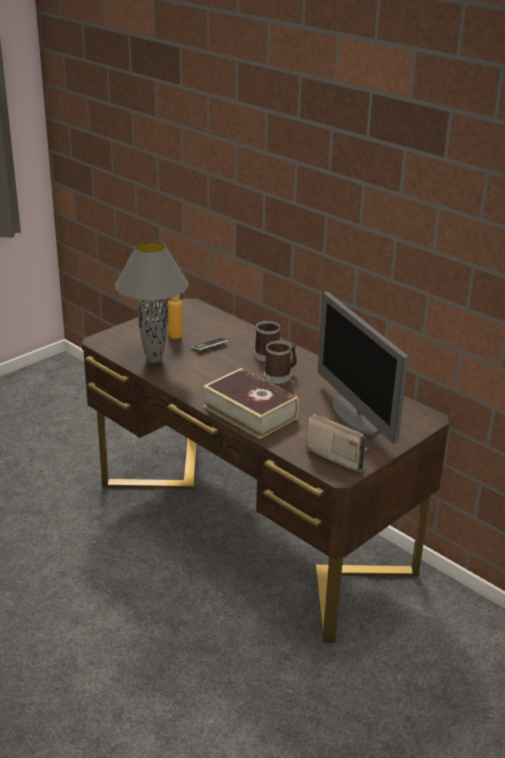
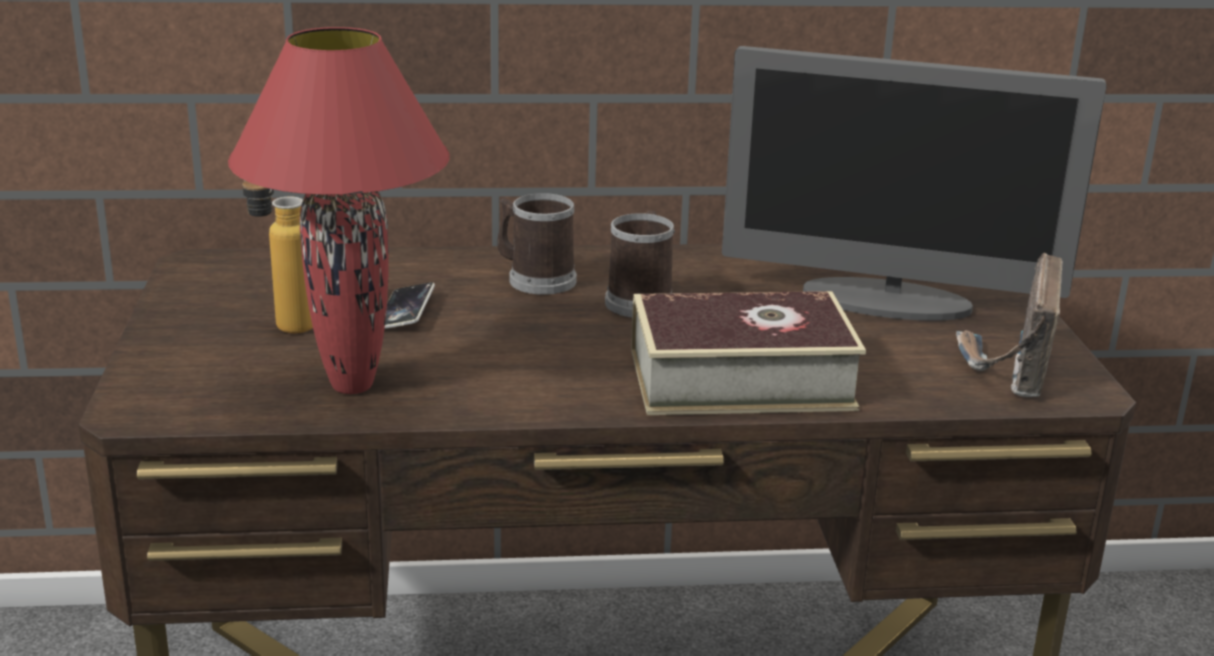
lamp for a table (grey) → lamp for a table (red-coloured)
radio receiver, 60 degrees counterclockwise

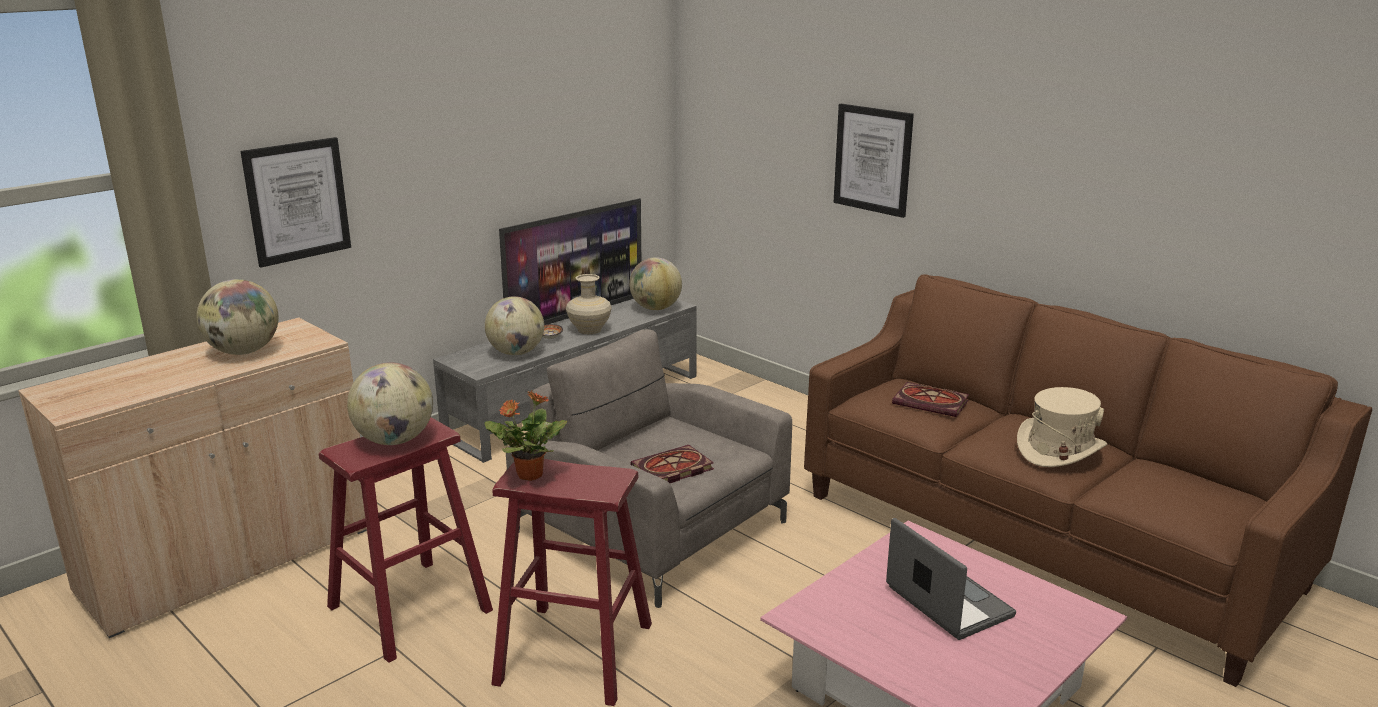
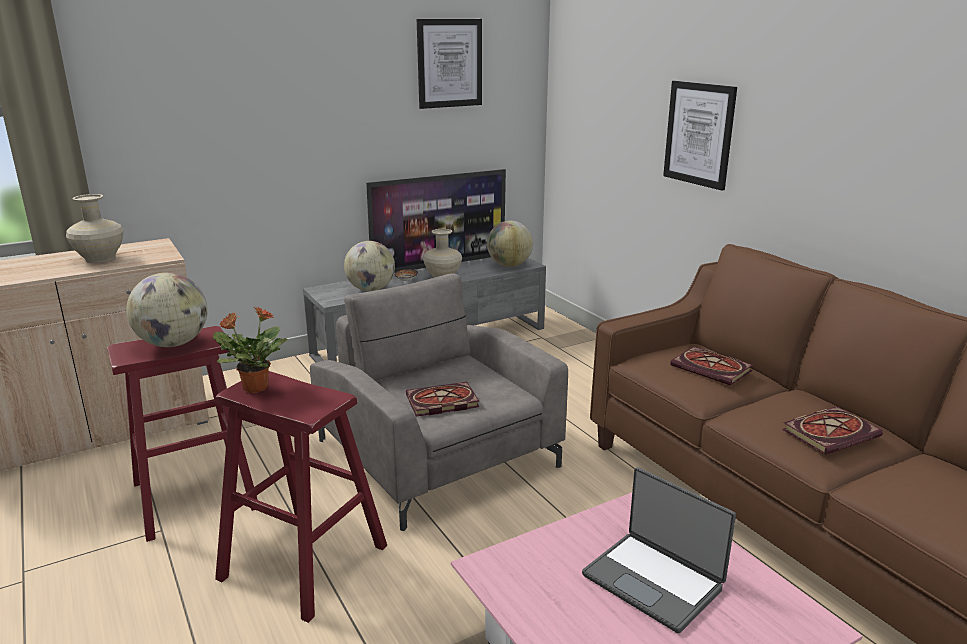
globe (1st from left) → vase (beige-coloured) (1st from left)
wall picture (1st from left), moved
laptop, 150 degrees clockwise
wearable hat (beige-coloured) → volume (3rd from left)

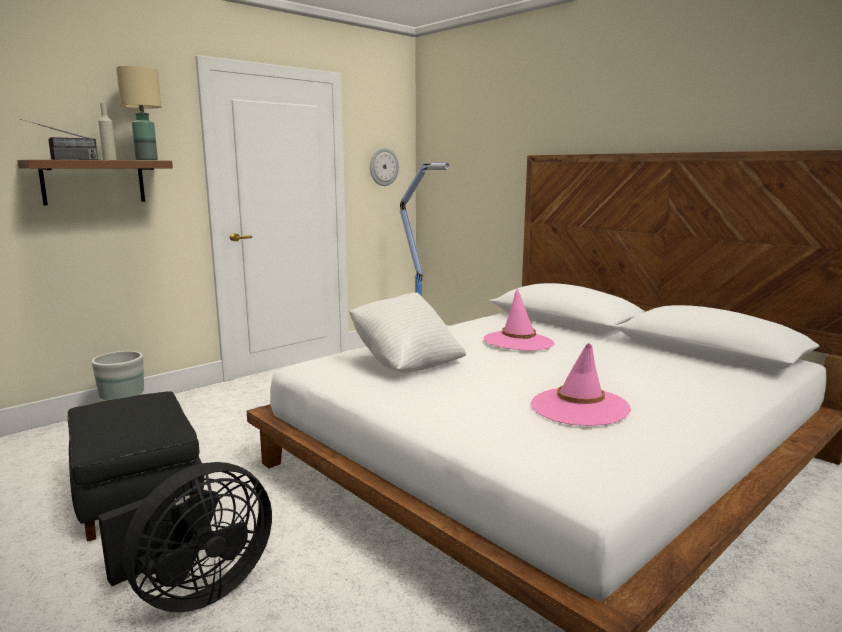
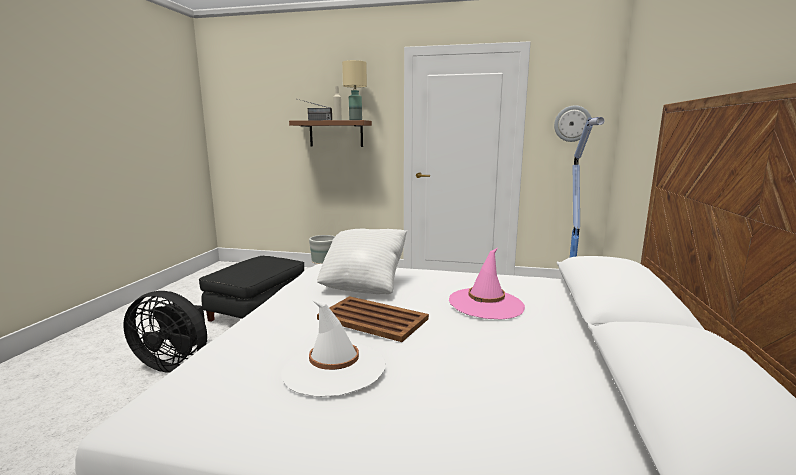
wearable hat (pink) (2nd from left) → wearable hat (white-coloured)
- → tray (brownish)

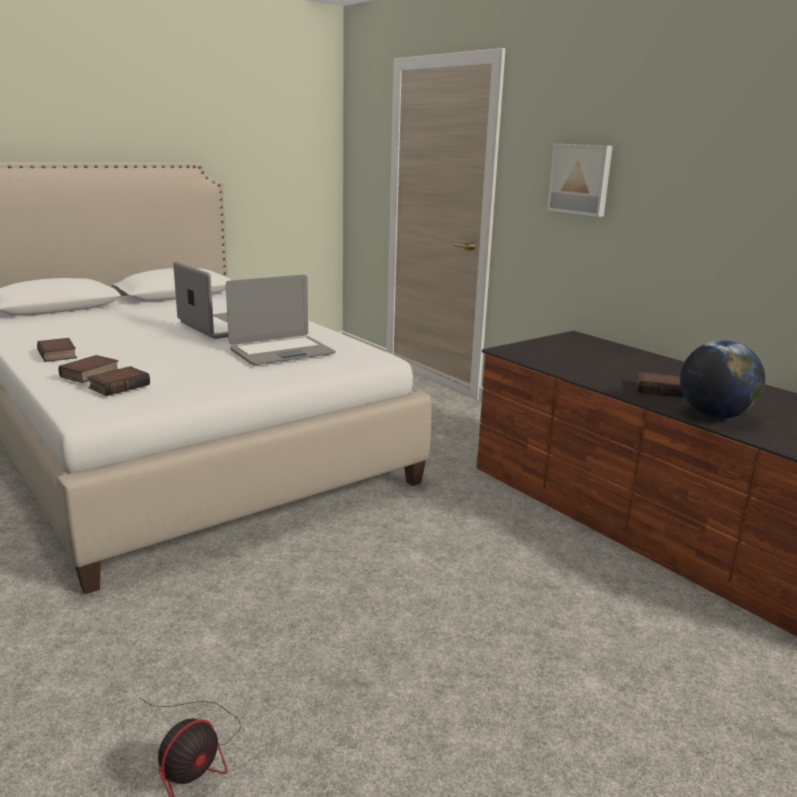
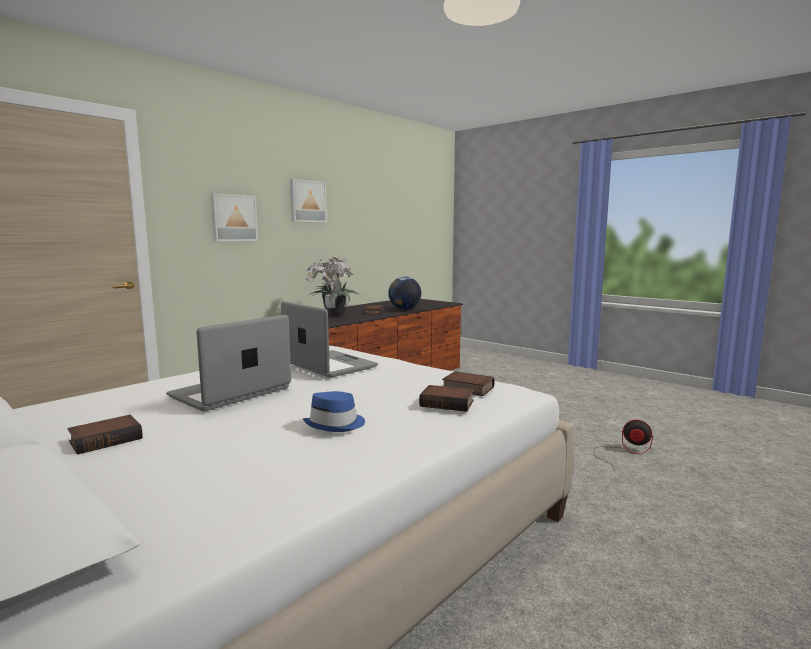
volume (1st from left), moved
- → wall picture (2nd from left)
- → wearable hat (blue)
- → potted plant

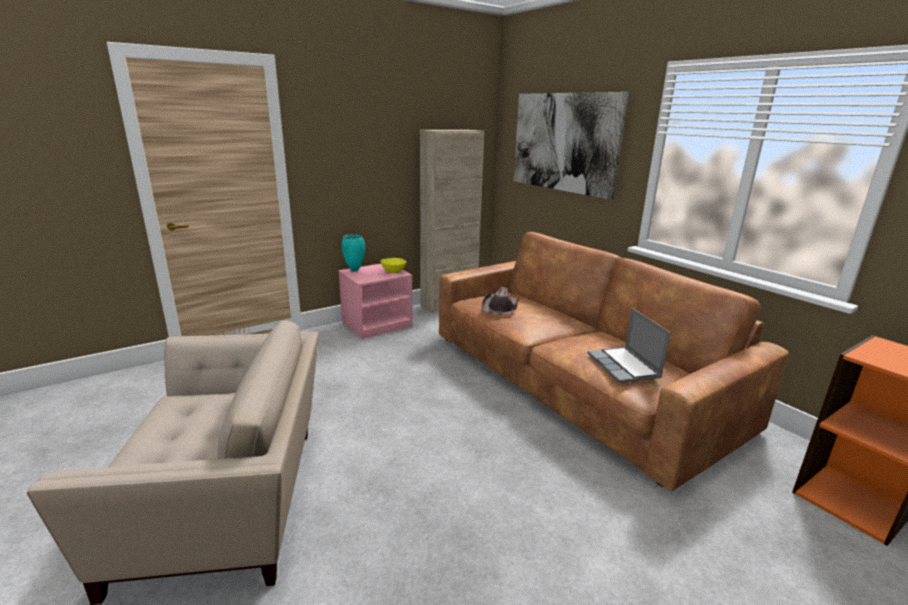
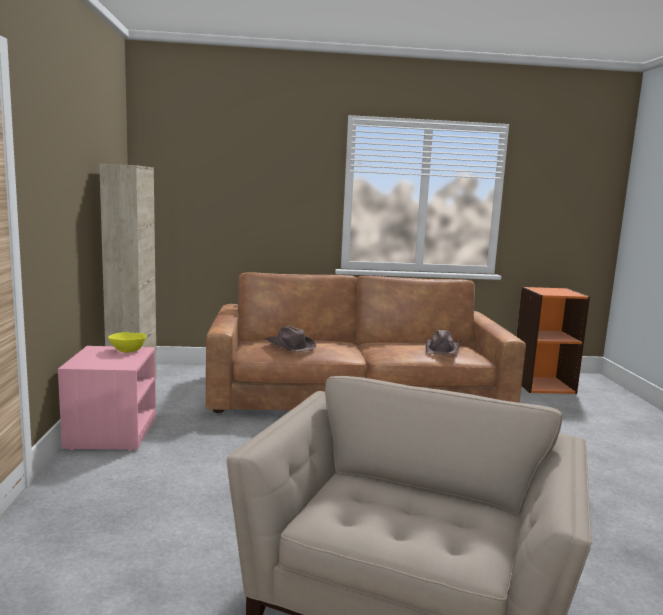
vase (turquoise) → -
wall picture → -
laptop → wearable hat (brownish) (2nd from left)

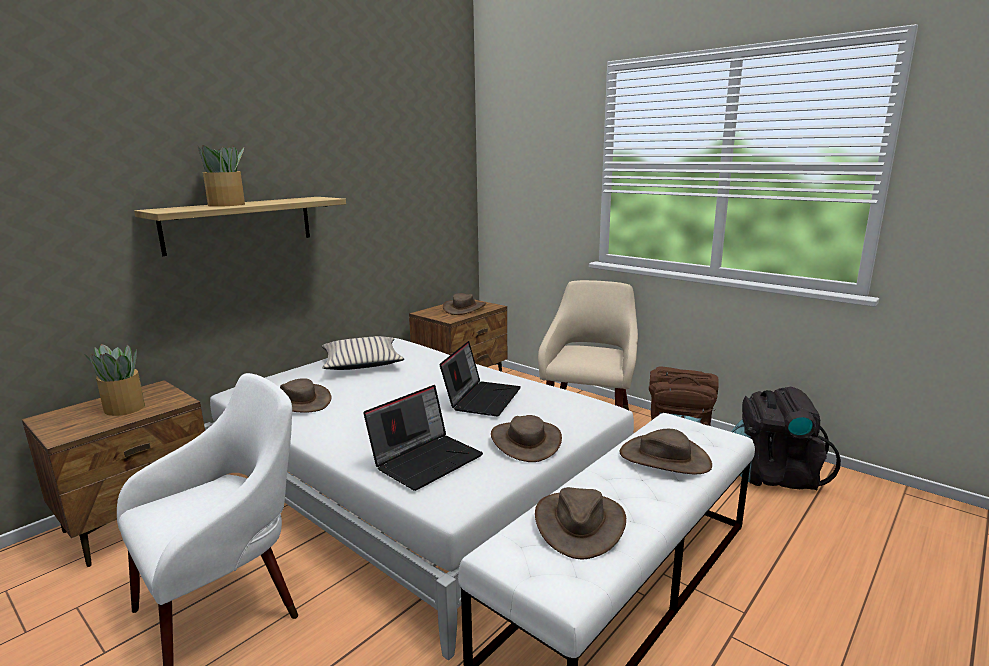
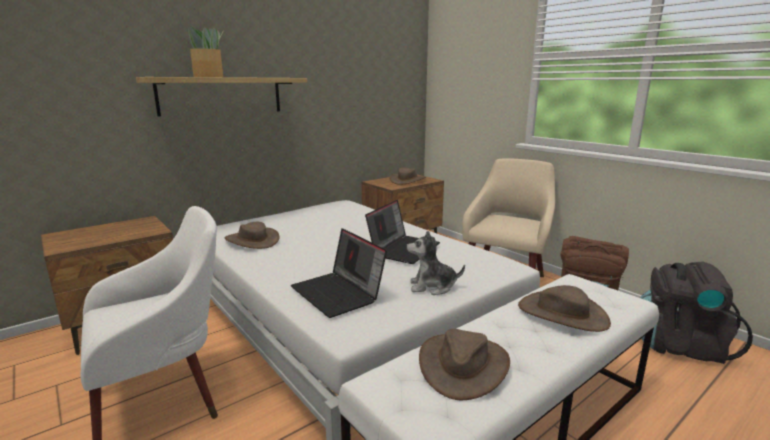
potted plant (1st from left) → -
throw pillow (beige-coloured) → -
laptop (1st from left), 90 degrees clockwise
wearable hat (brownish) (3rd from left) → soft toy

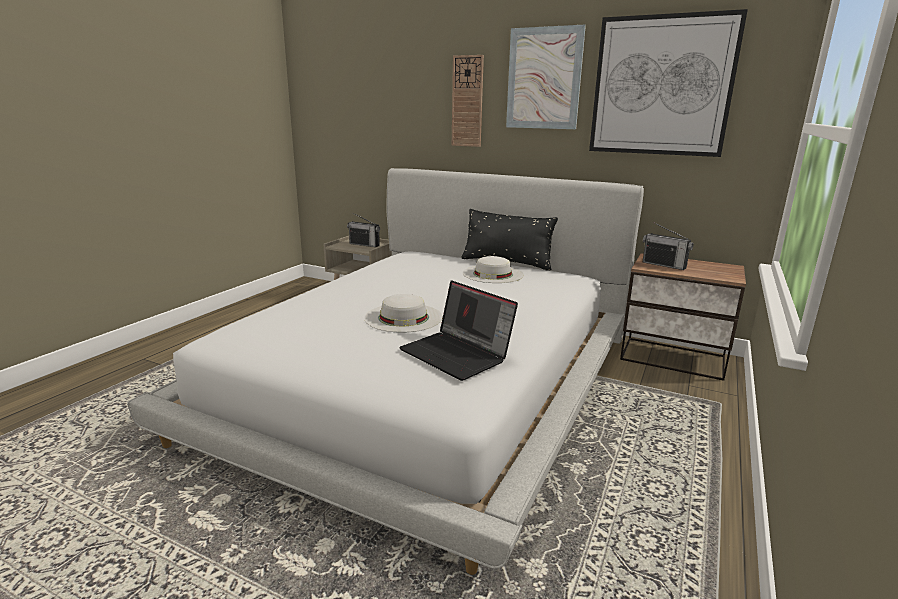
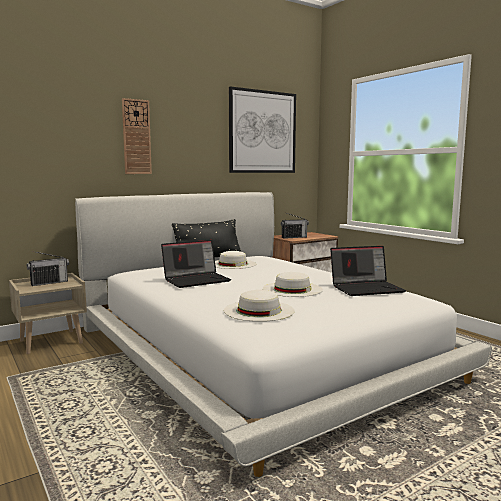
wall picture (1st from left) → -
- → laptop (1st from left)
- → wearable hat (white-coloured) (2nd from left)

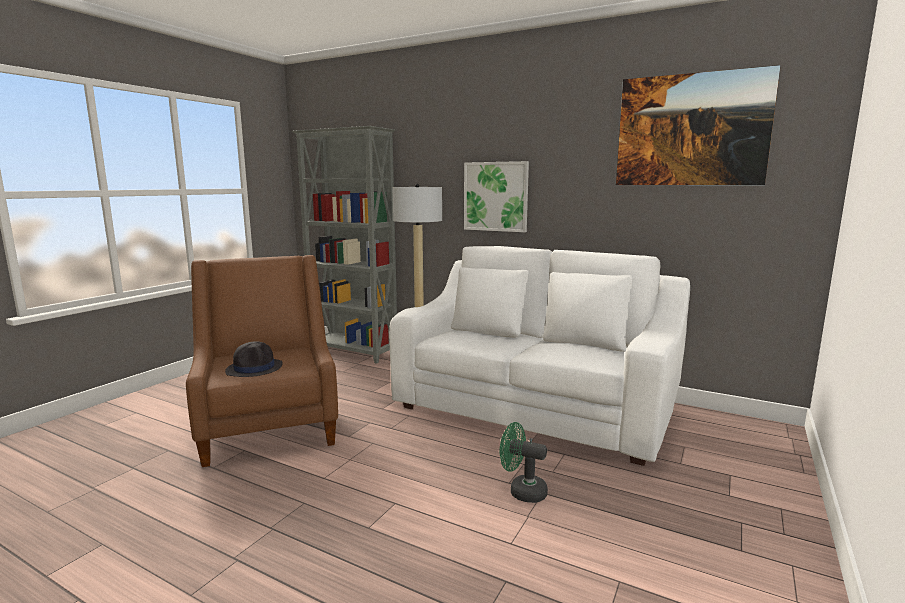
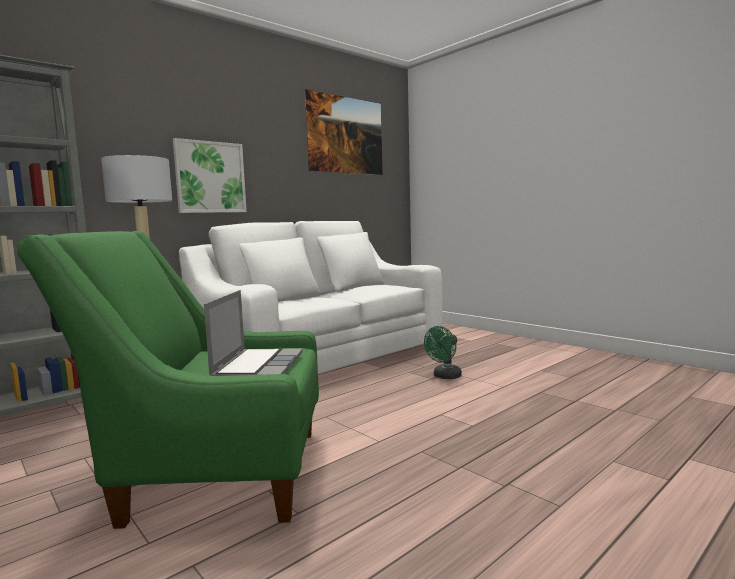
easy chair (brownish) → easy chair (green-coloured)
wearable hat (black) → laptop

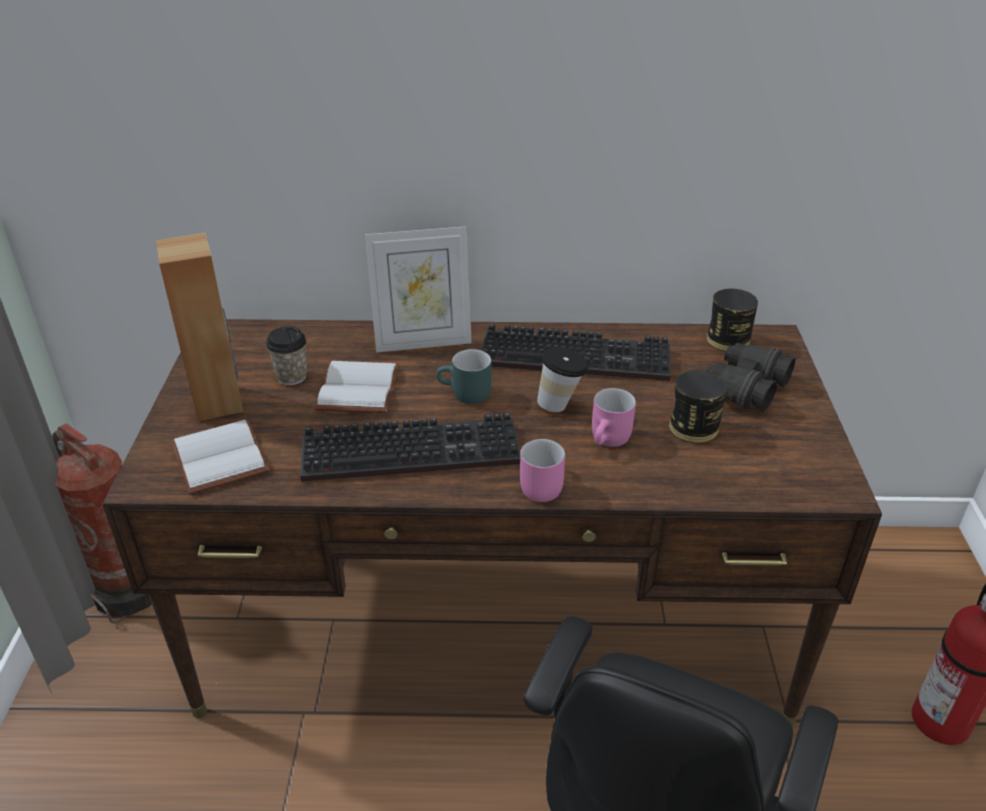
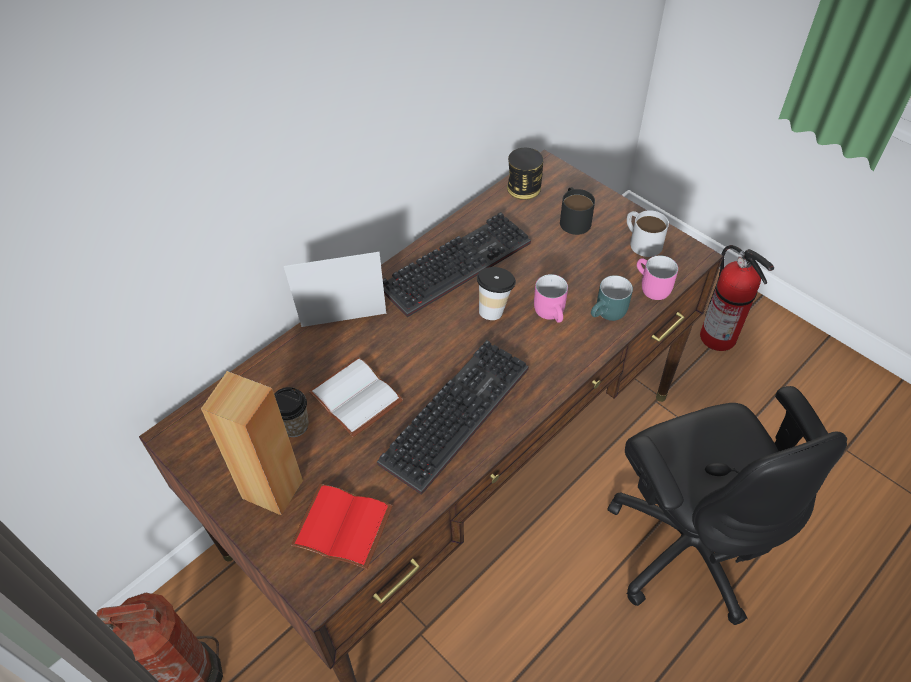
volume (white-coloured) (1st from left) → volume (red-coloured)
photo frame, 135 degrees counterclockwise
coffee mug (turquoise), moved
coffee mug (pink) (1st from left in the first image) → coffee mug (pink) (2nd from left), moved
metal can (1st from left) → -
pair of binoculars (black) → coffee mug (black)
- → coffee mug (white-coloured)

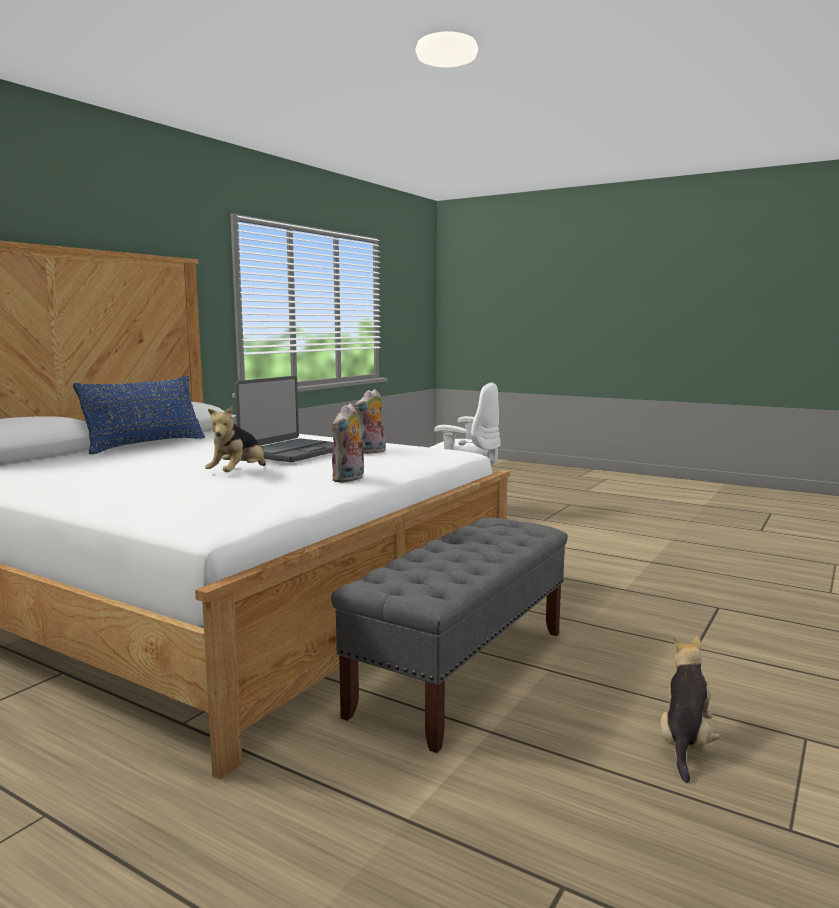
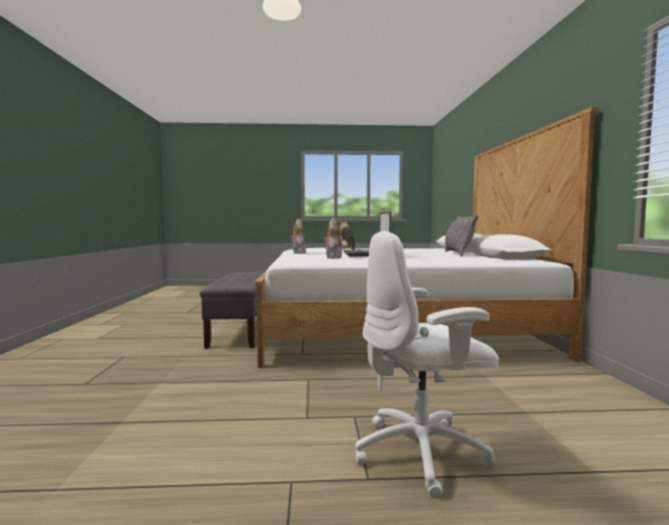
throw pillow (blue) → throw pillow (grey)
soft toy (4th from left) → -

